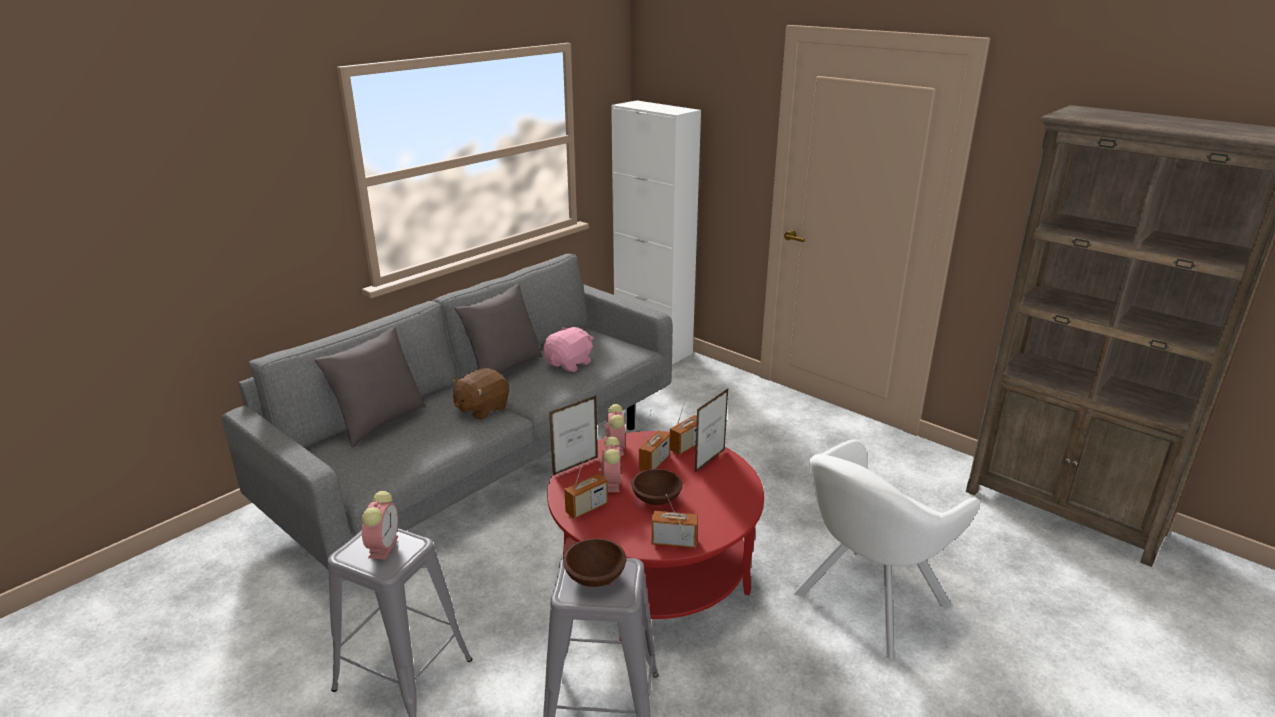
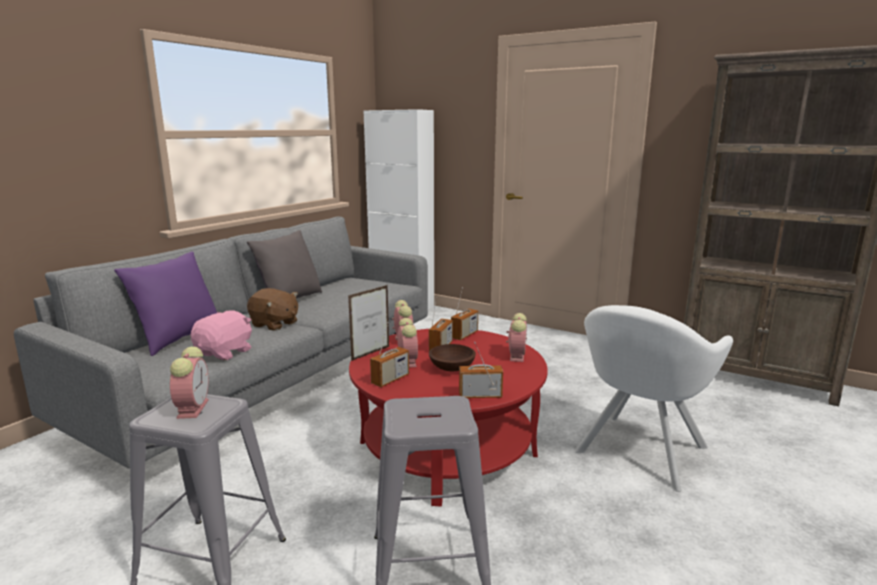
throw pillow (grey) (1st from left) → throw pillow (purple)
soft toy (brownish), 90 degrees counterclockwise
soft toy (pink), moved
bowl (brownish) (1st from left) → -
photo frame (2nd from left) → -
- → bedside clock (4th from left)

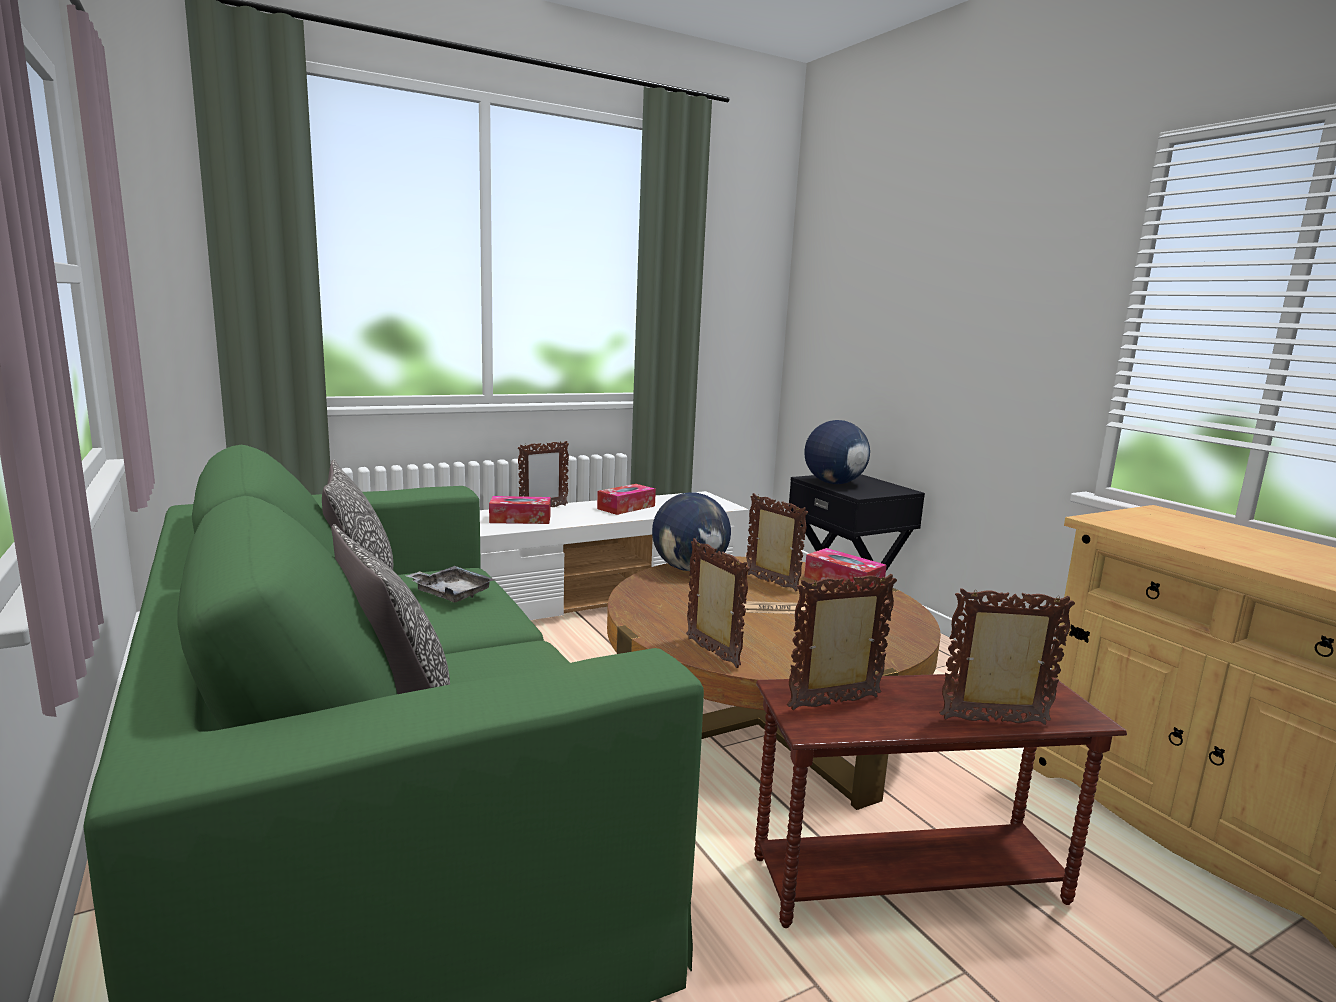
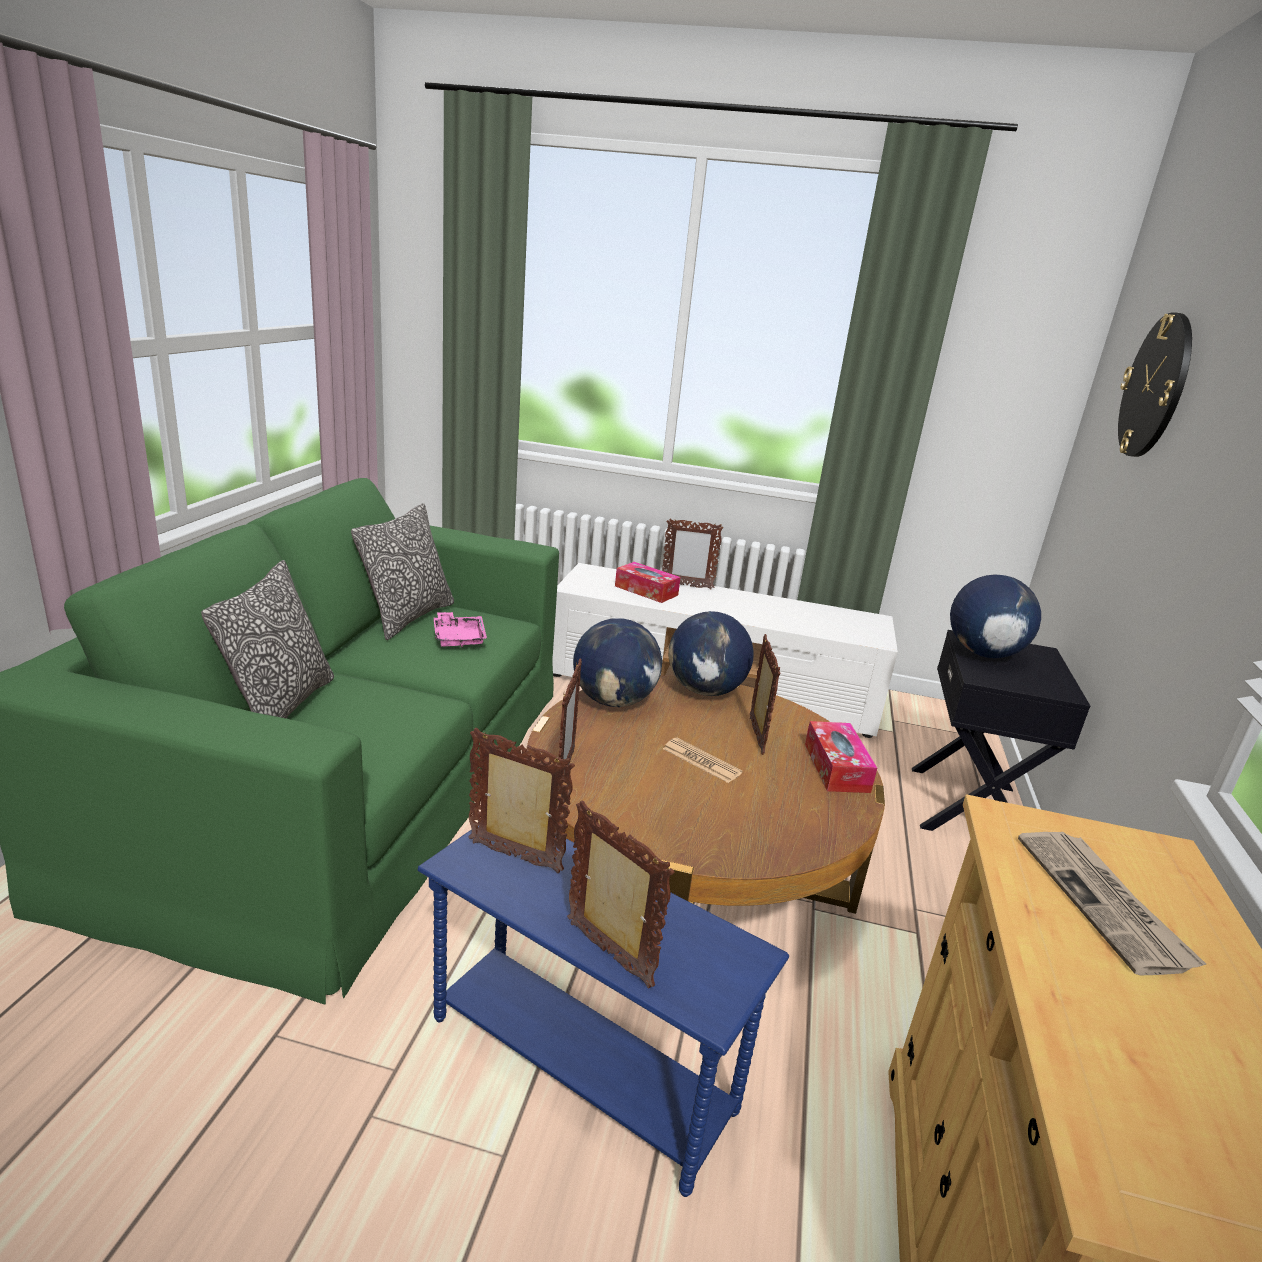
tray (grey) → tray (pink)
box of tissues (2nd from left) → -
side table (brownish) → side table (blue)
- → globe (1st from left)
- → printed paper (2nd from left)
- → clock on the wall

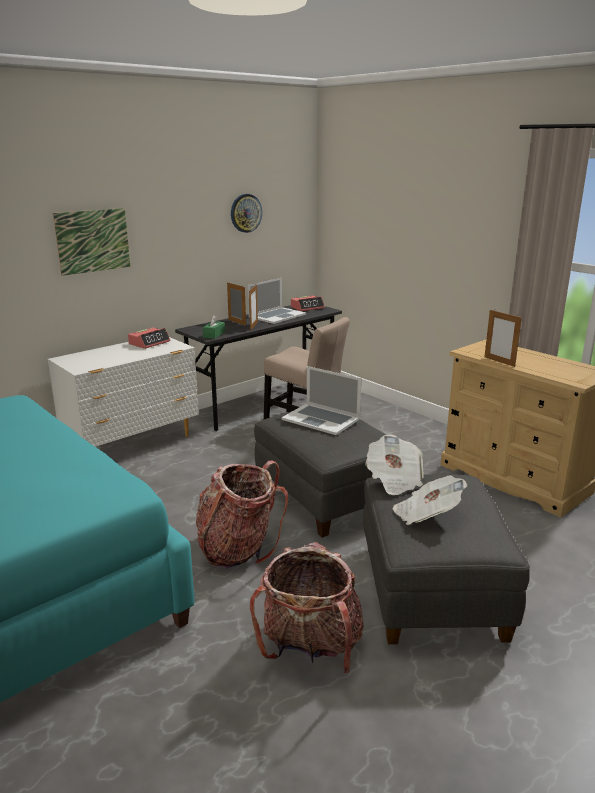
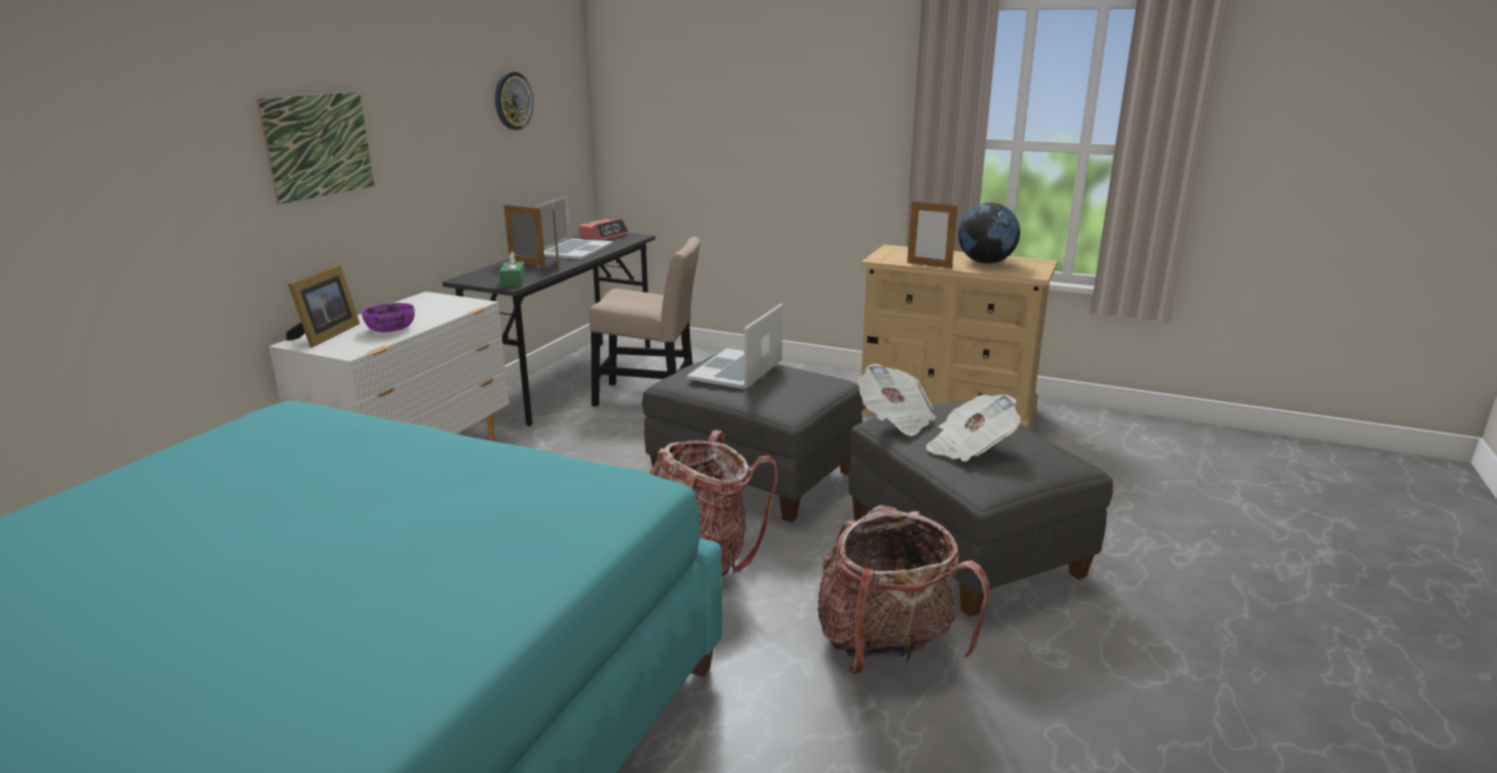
bedside clock (1st from left) → -
laptop (2nd from left), 105 degrees clockwise
- → photo frame (1st from left)
- → bowl (purple)
- → globe

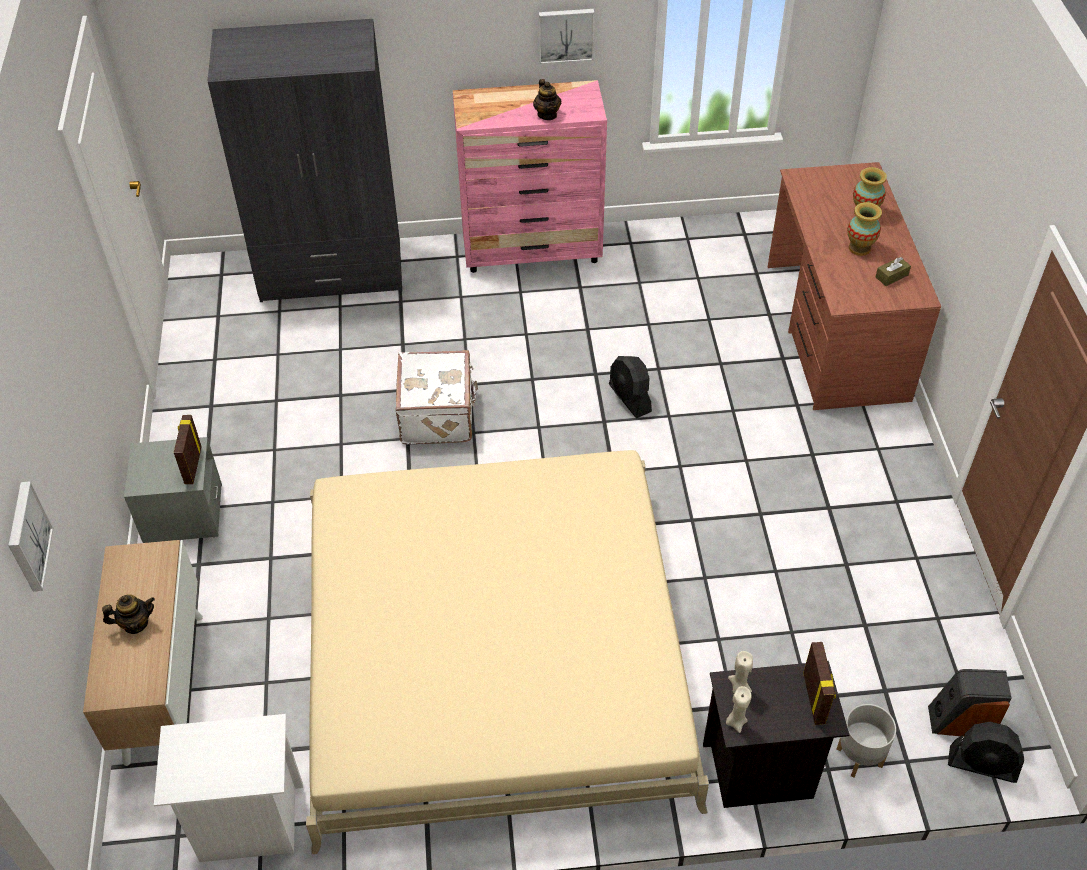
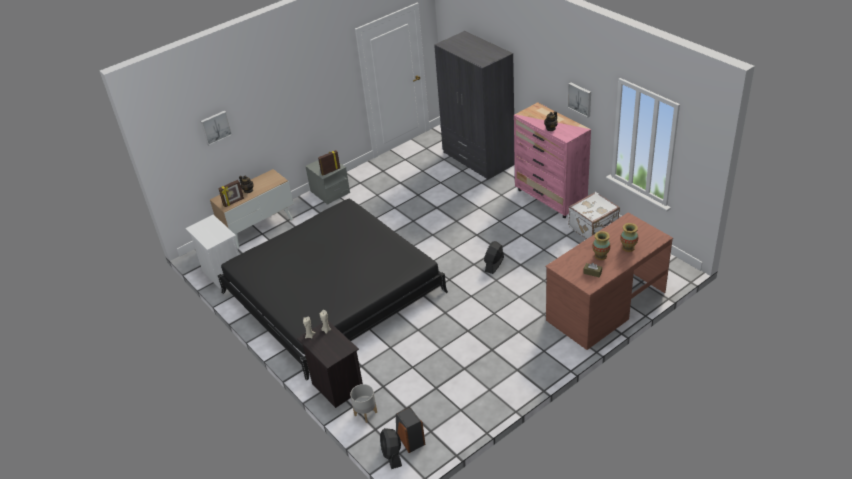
bed (beige-coloured) → bed (black)
piece of luggage (white-coloured), moved
photo frame (2nd from left in the first image) → photo frame (1st from left), moved

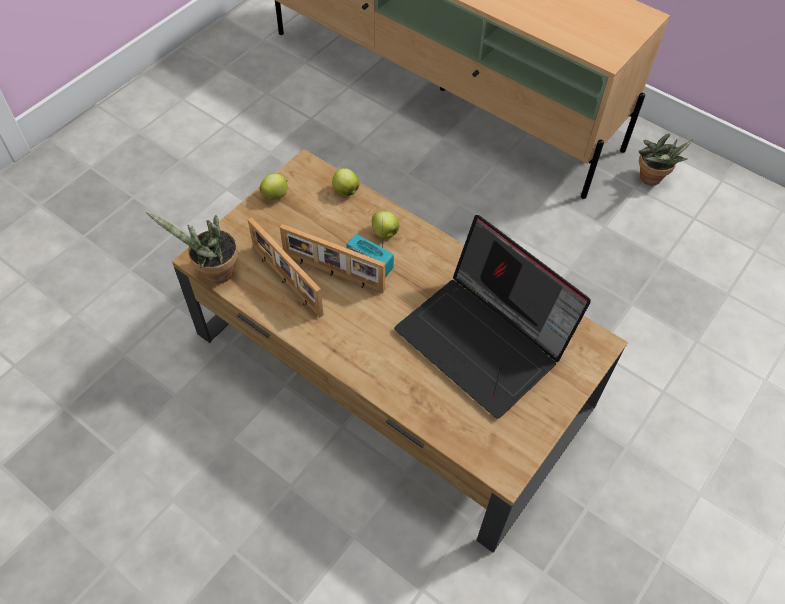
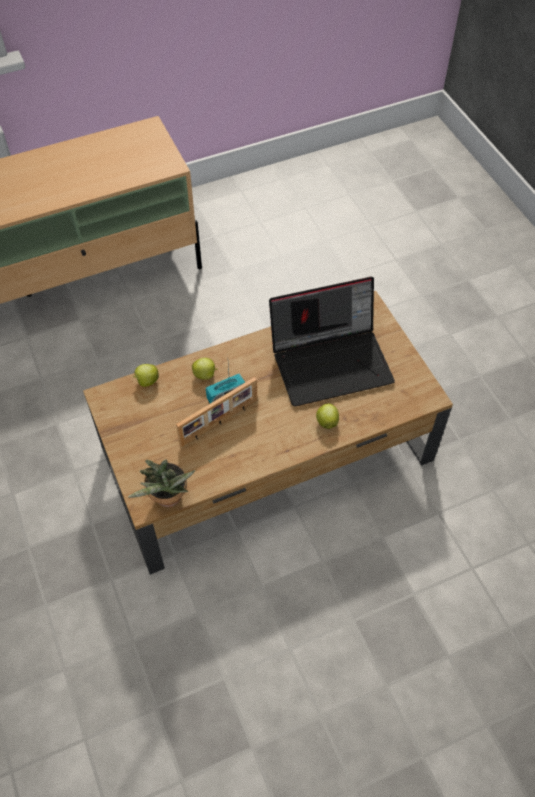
photo frame (1st from left) → -
apple (1st from left in the first image) → apple (3rd from left), moved
potted plant (2nd from left) → -

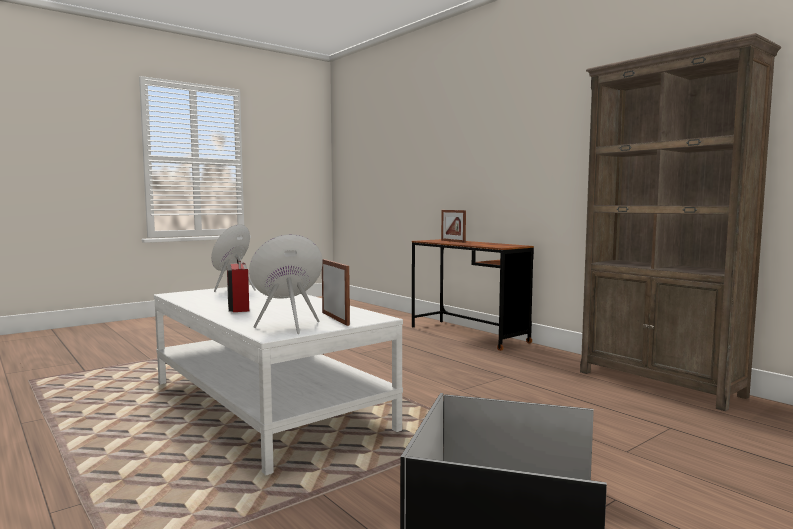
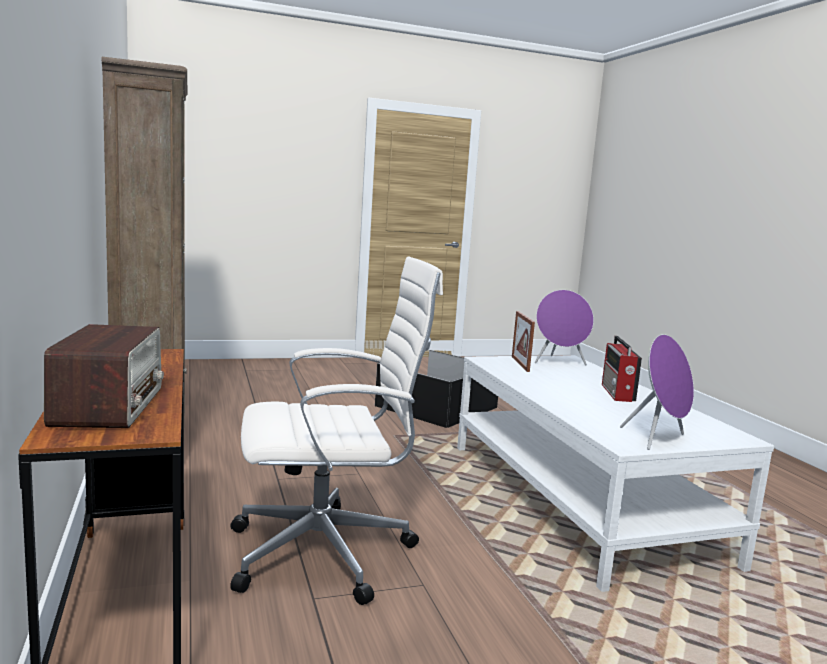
photo frame (2nd from left) → radio receiver (1st from left)
- → office chair (white-coloured)

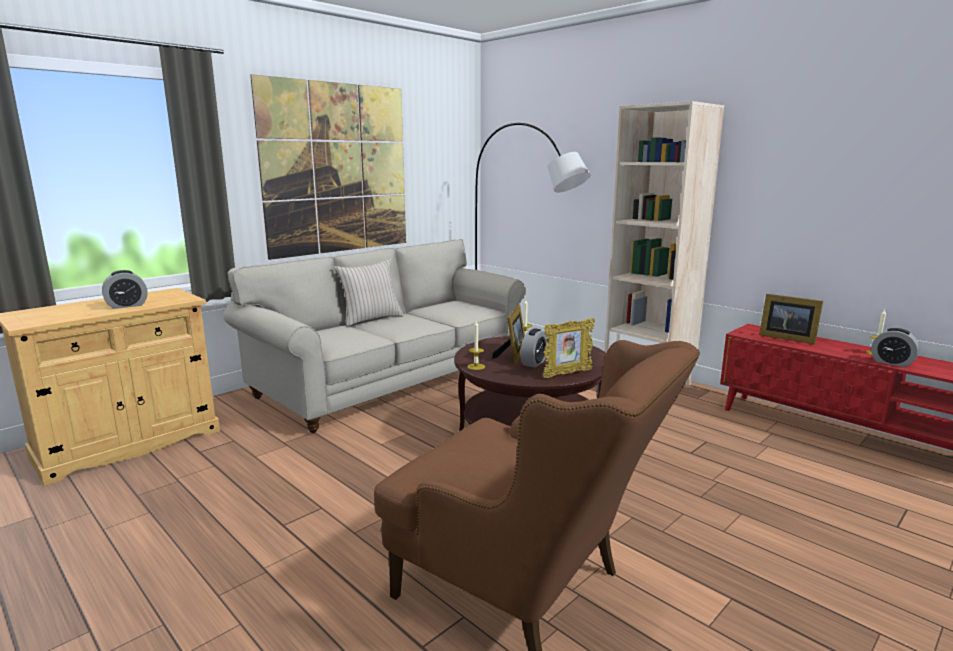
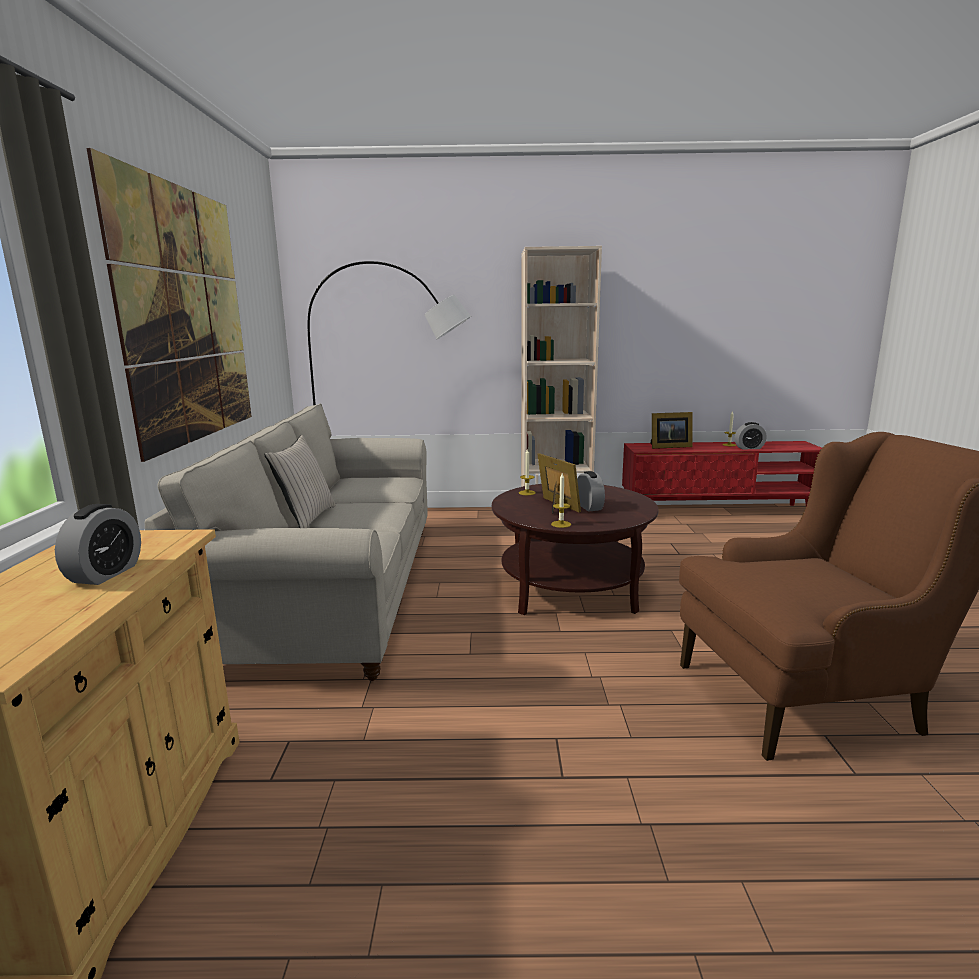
photo frame (2nd from left) → -

